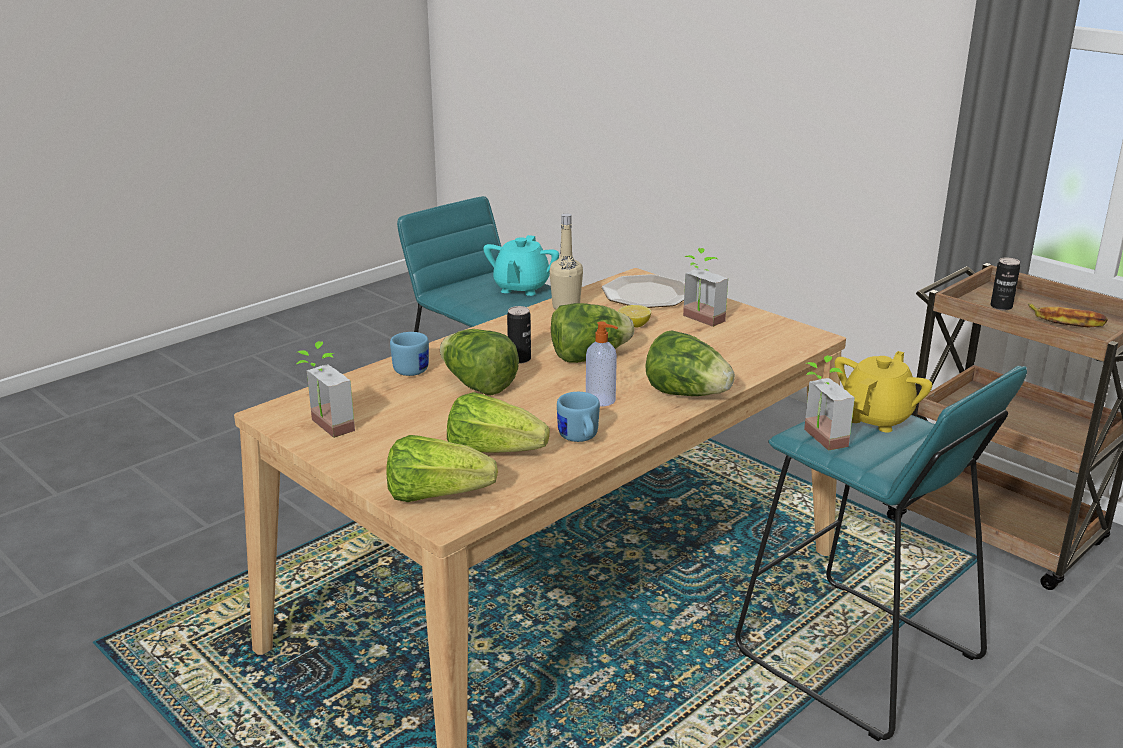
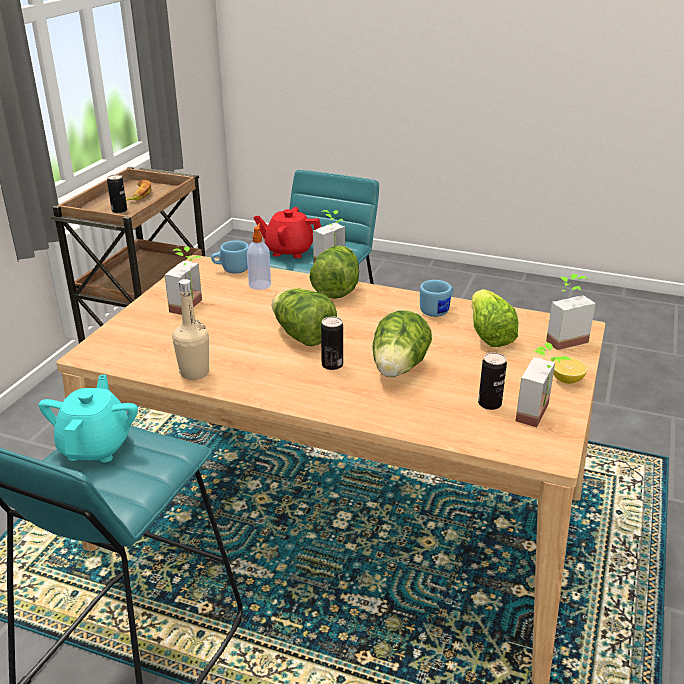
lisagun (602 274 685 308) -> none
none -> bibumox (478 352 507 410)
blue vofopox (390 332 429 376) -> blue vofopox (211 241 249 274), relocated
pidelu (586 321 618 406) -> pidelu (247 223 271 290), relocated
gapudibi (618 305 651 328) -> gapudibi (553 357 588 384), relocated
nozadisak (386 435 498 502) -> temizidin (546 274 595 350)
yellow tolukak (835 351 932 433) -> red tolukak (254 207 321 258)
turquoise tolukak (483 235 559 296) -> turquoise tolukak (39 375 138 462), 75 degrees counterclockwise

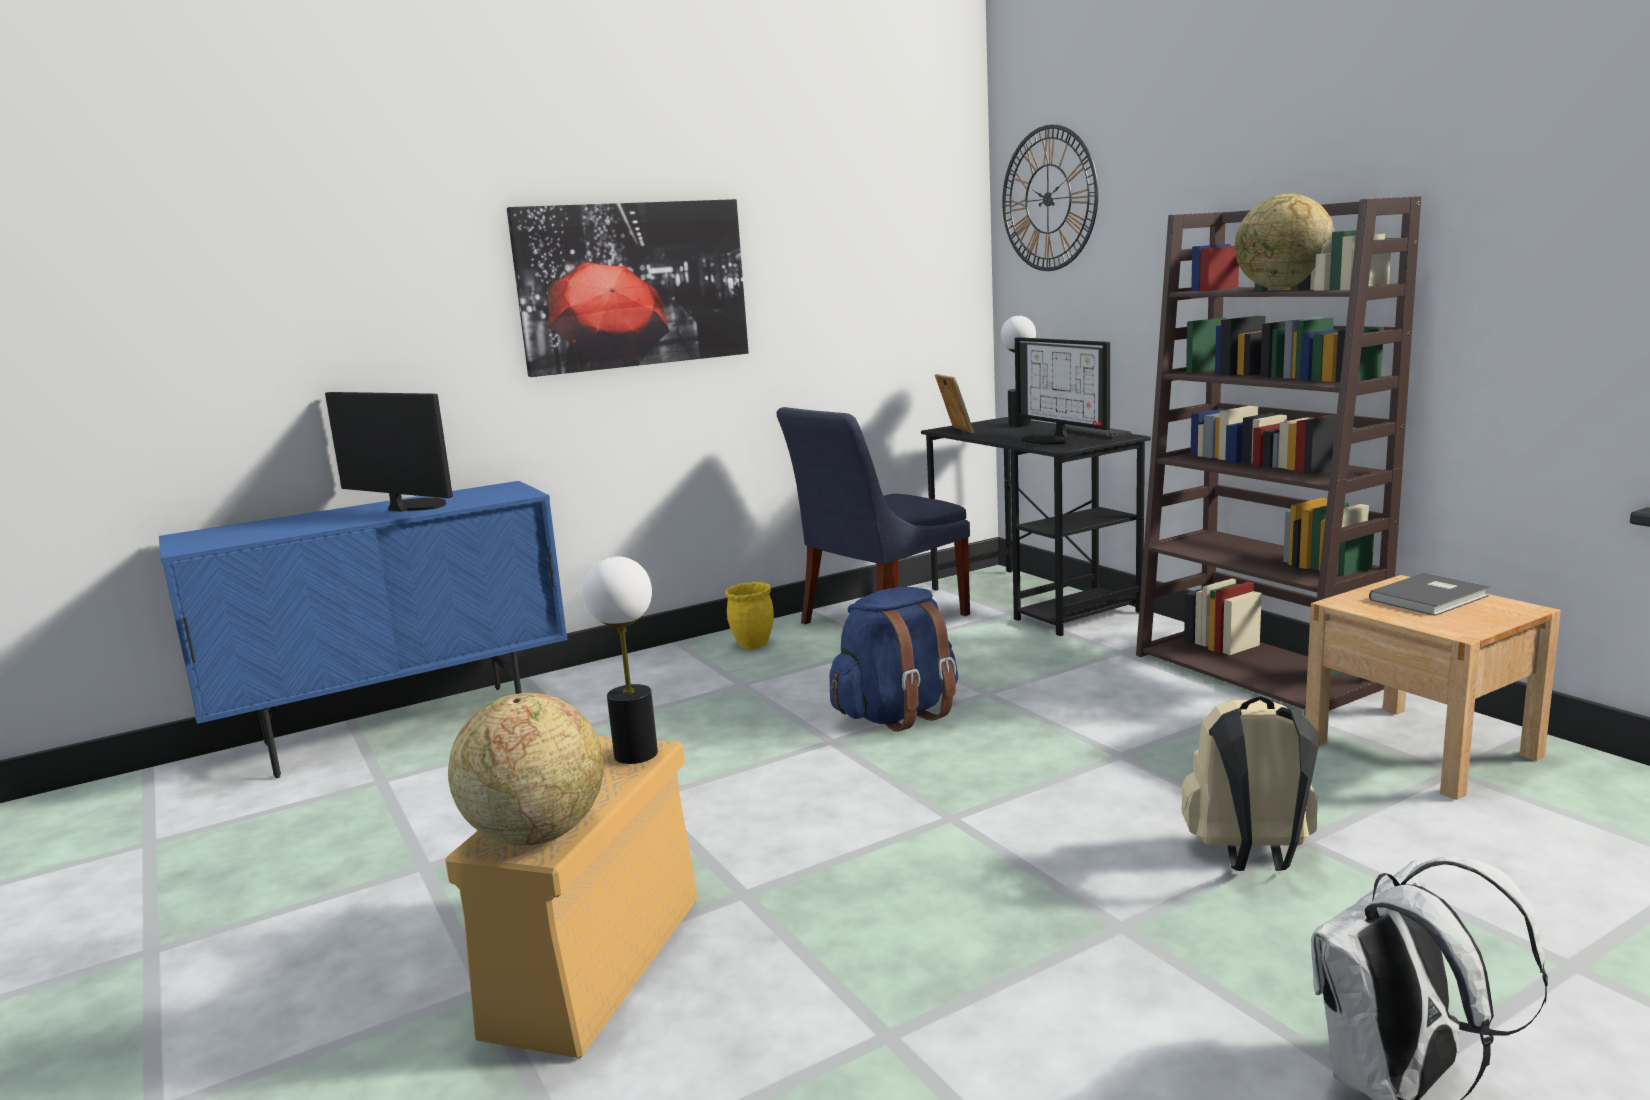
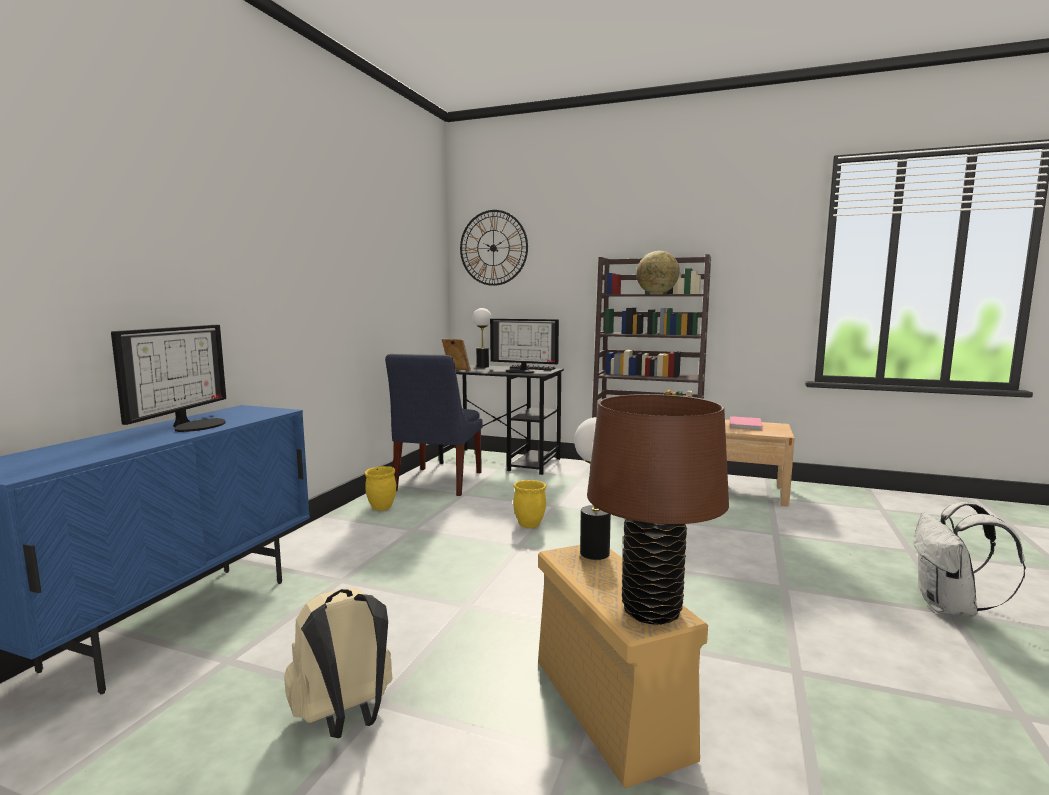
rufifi (507 199 749 377) -> none
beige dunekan (1182 696 1318 871) -> beige dunekan (284 588 392 738), relocated
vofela (448 693 604 846) -> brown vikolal (587 394 729 625)
blue dunekan (830 587 958 732) -> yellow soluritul (513 480 547 528)
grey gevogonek (1369 573 1490 616) -> pink gevogonek (730 416 763 431)
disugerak (325 392 453 512) -> disugerak (111 325 226 432), 105 degrees clockwise

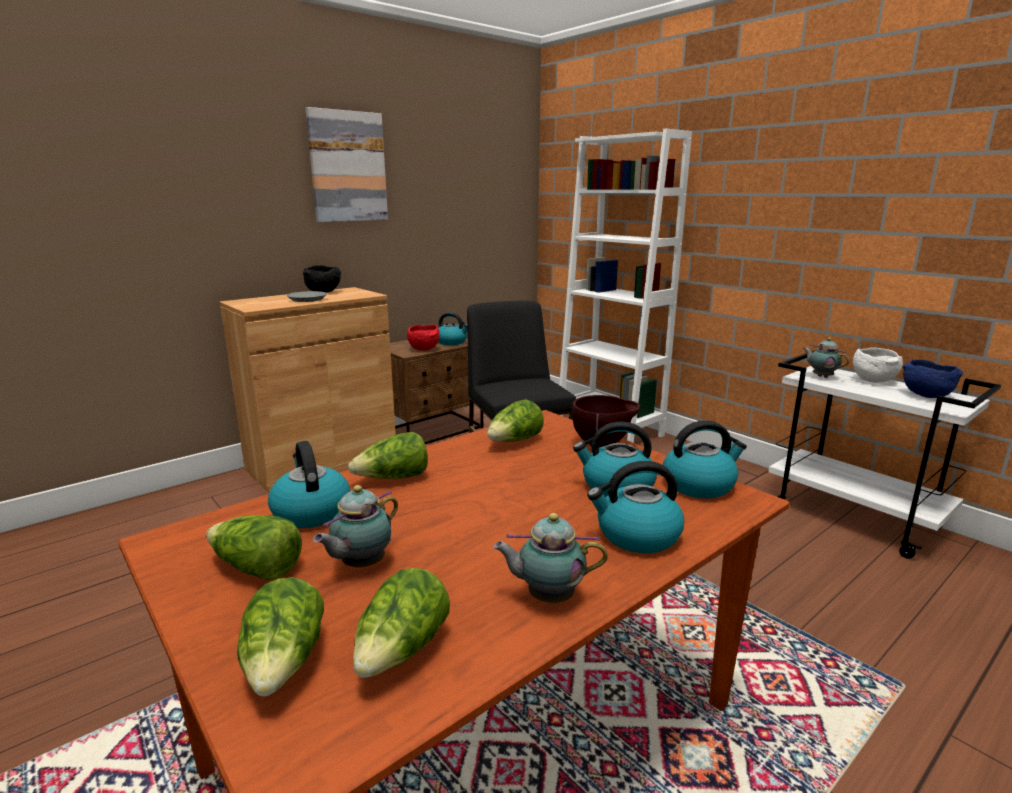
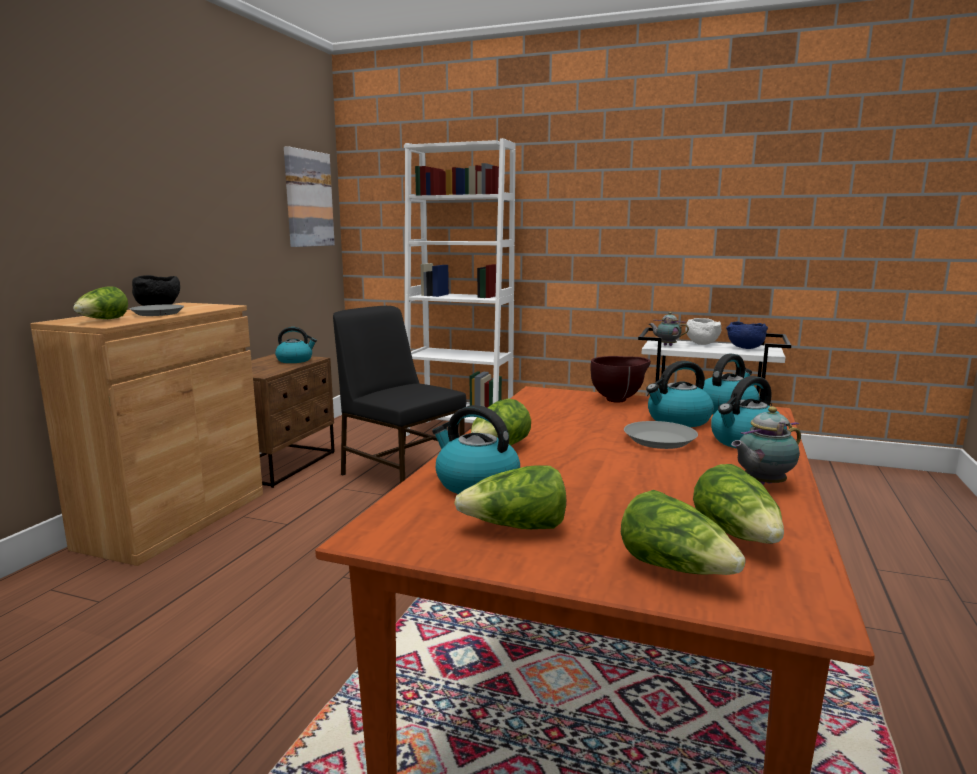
tolukak (313 485 398 568) -> none
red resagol (407 325 440 351) -> none
none -> grey lisagun (624 421 698 449)
rufifi (306 107 388 222) -> rufifi (284 146 335 247), relocated
nozadisak (487 399 544 442) -> nozadisak (73 286 128 319), relocated

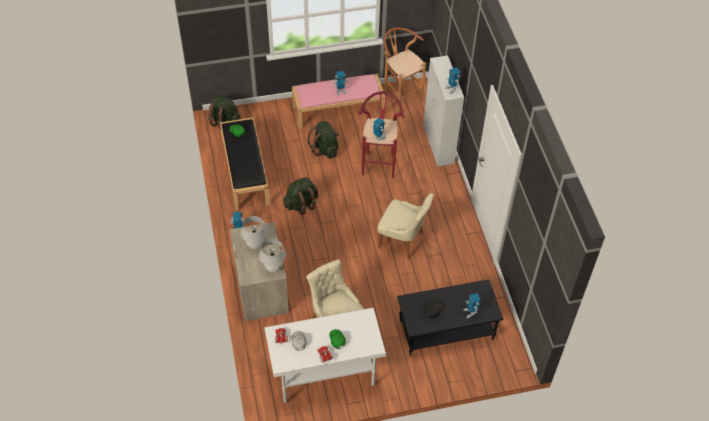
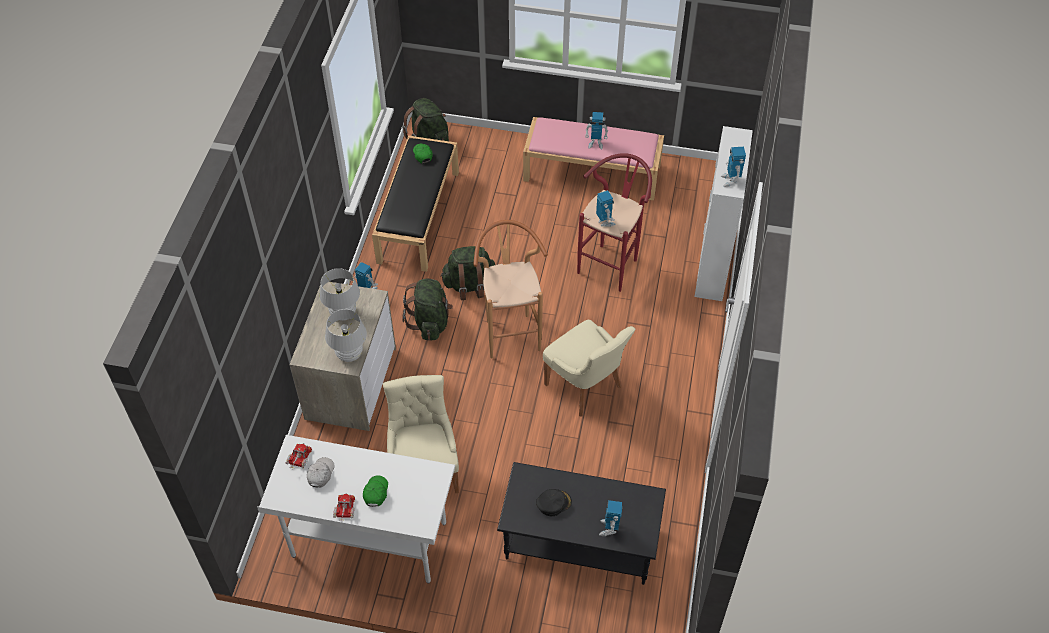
green dunekan (307 121 339 159) -> green dunekan (402 278 453 341), relocated
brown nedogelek (383 27 426 113) -> brown nedogelek (473 220 548 359), relocated

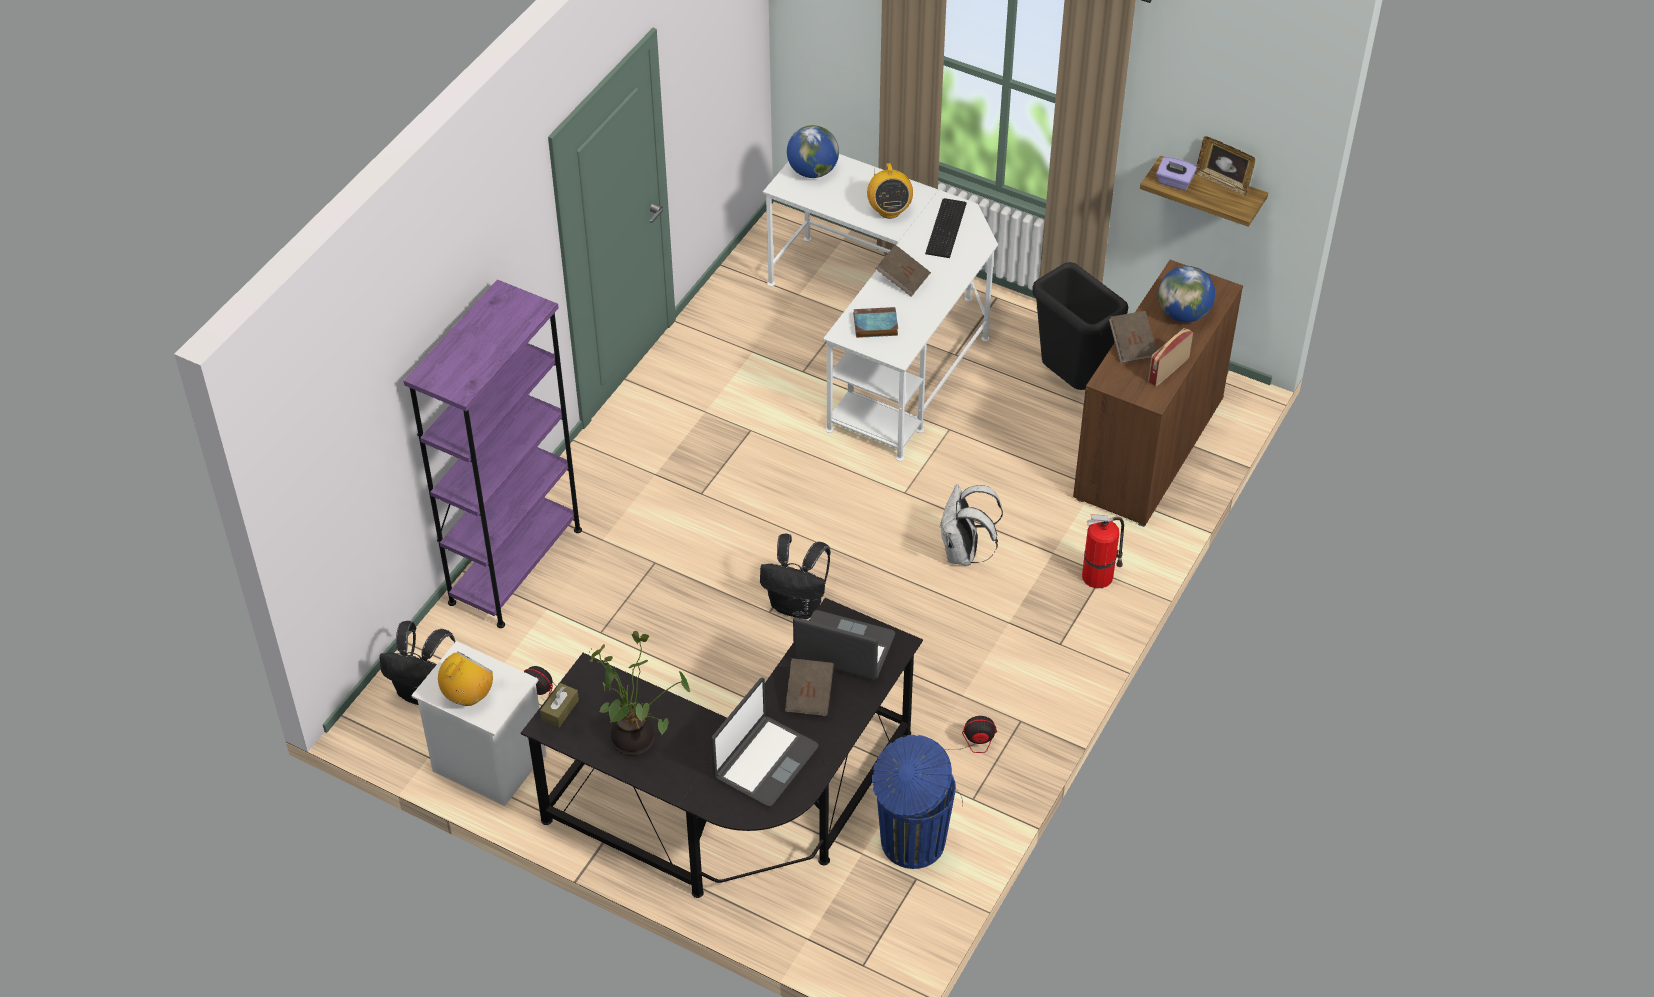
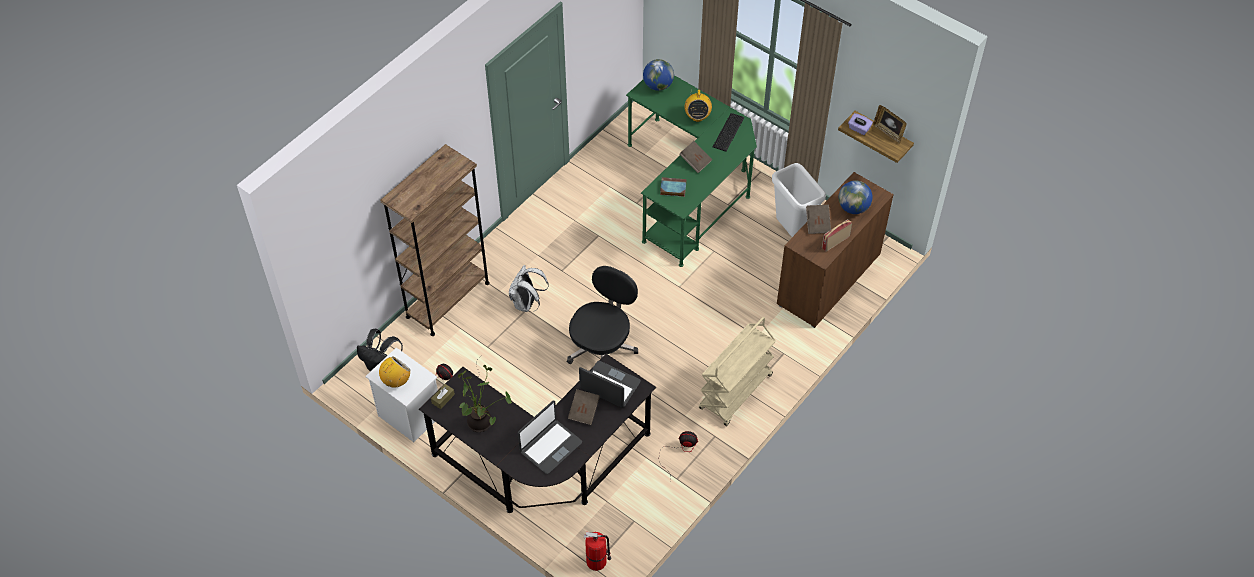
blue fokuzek (872 735 956 869) -> none
none -> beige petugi (699 317 776 426)
white dunekan (940 484 1003 566) -> white dunekan (509 265 549 312), relocated
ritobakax (1082 514 1124 588) -> ritobakax (584 532 611 571), relocated
black dunekan (760 534 831 619) -> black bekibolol (567 266 638 364)
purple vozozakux (404 280 582 628) -> brown vozozakux (380 144 490 336)
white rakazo (763 154 998 461) -> green rakazo (626 75 757 267)
black fokuzek (1032 262 1128 390) -> white fokuzek (772 163 826 237)

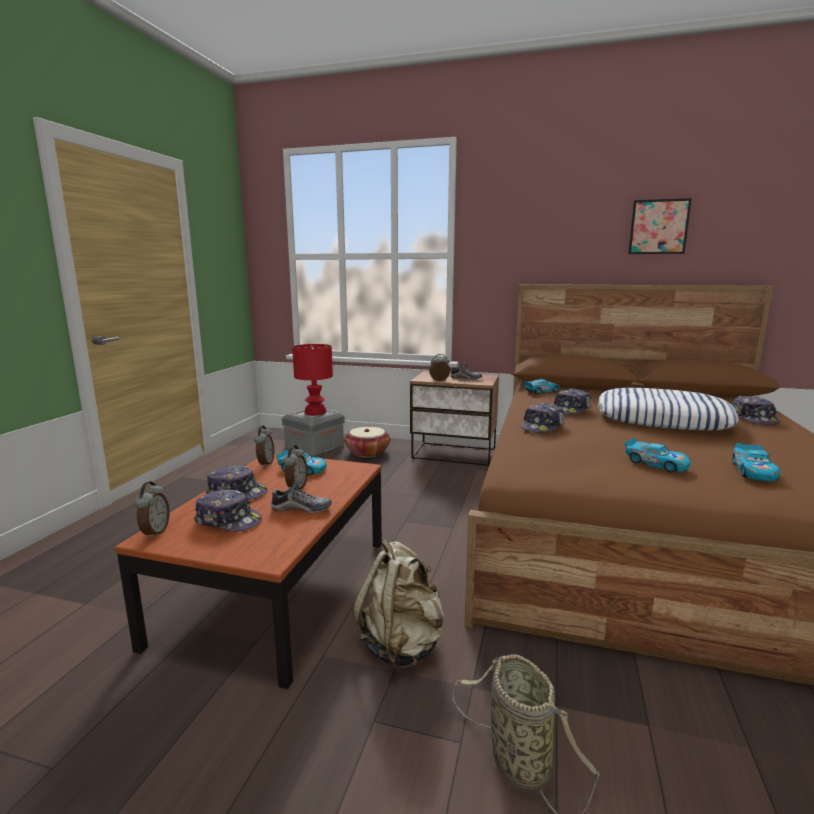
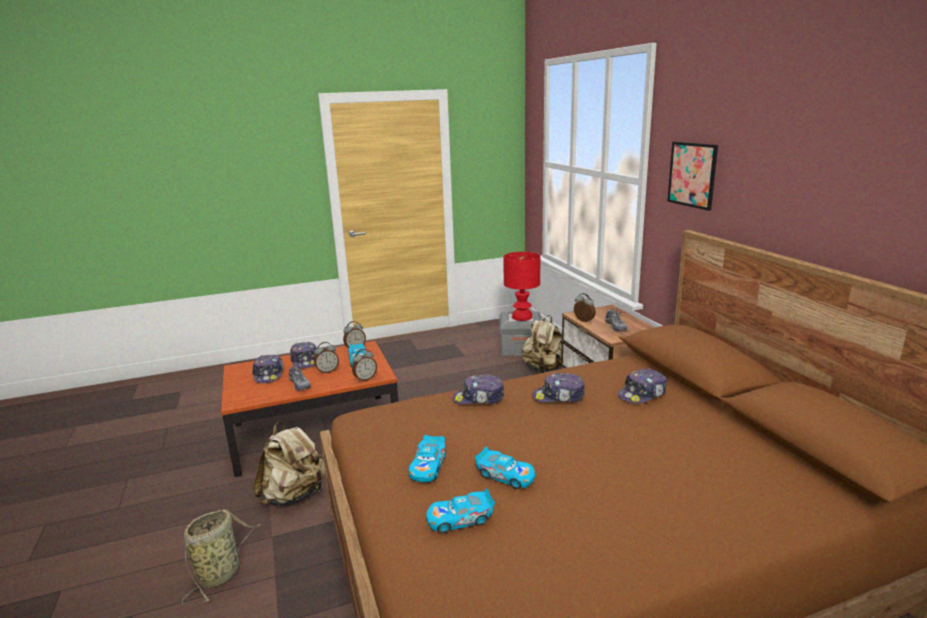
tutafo (598 388 739 431) -> none
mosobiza (134 481 169 539) -> mosobiza (352 349 377 382), relocated
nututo (523 379 560 394) -> nututo (475 447 536 489), relocated
rufifi (628 198 692 254) -> rufifi (667 142 718 211), relocated
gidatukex (732 396 780 425) -> gidatukex (618 369 667 404), relocated
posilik (345 427 390 458) -> beige dunekan (522 315 562 373)

